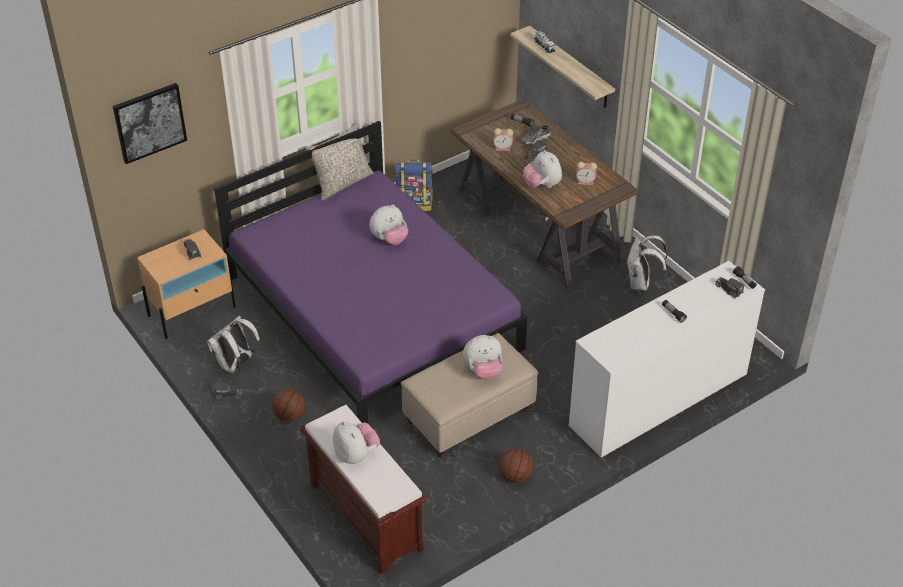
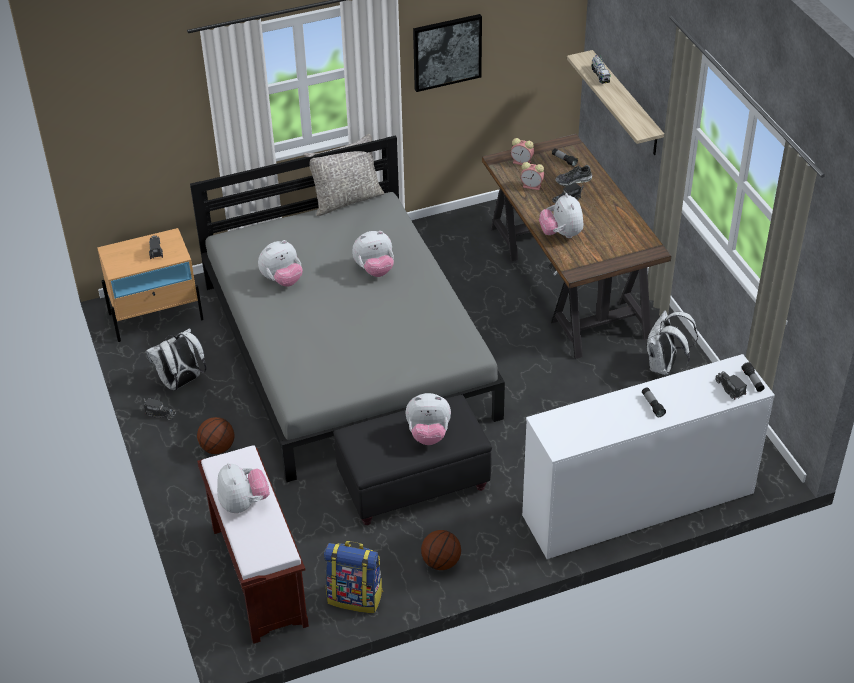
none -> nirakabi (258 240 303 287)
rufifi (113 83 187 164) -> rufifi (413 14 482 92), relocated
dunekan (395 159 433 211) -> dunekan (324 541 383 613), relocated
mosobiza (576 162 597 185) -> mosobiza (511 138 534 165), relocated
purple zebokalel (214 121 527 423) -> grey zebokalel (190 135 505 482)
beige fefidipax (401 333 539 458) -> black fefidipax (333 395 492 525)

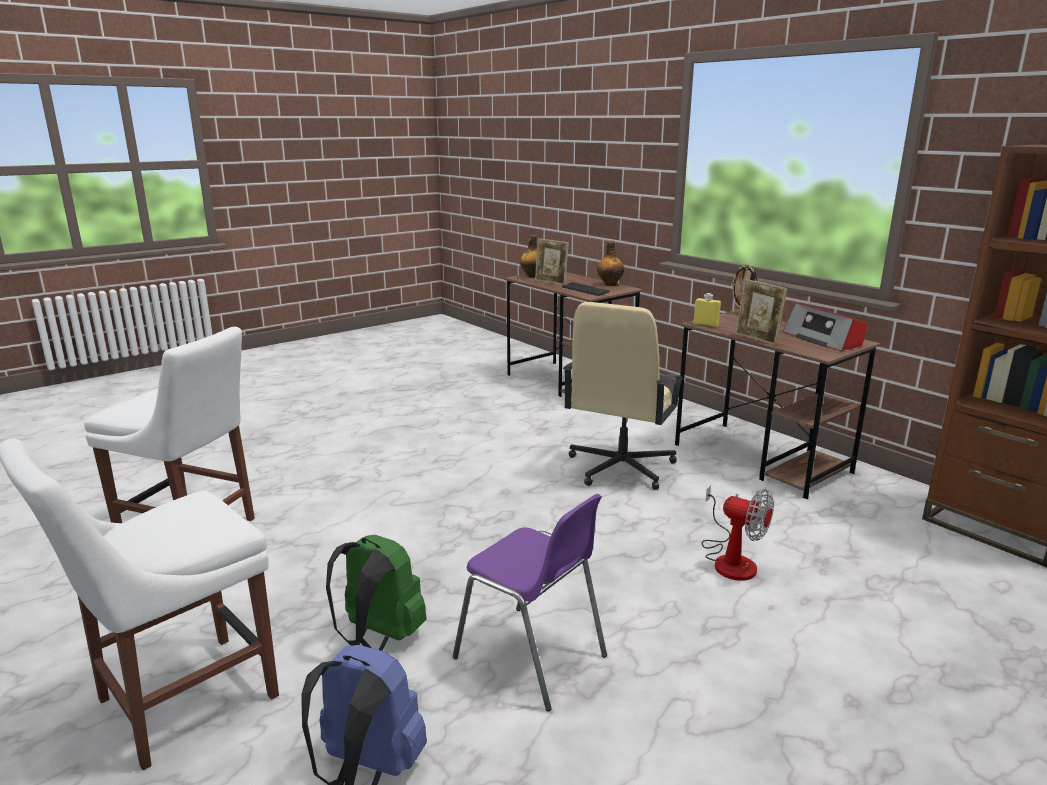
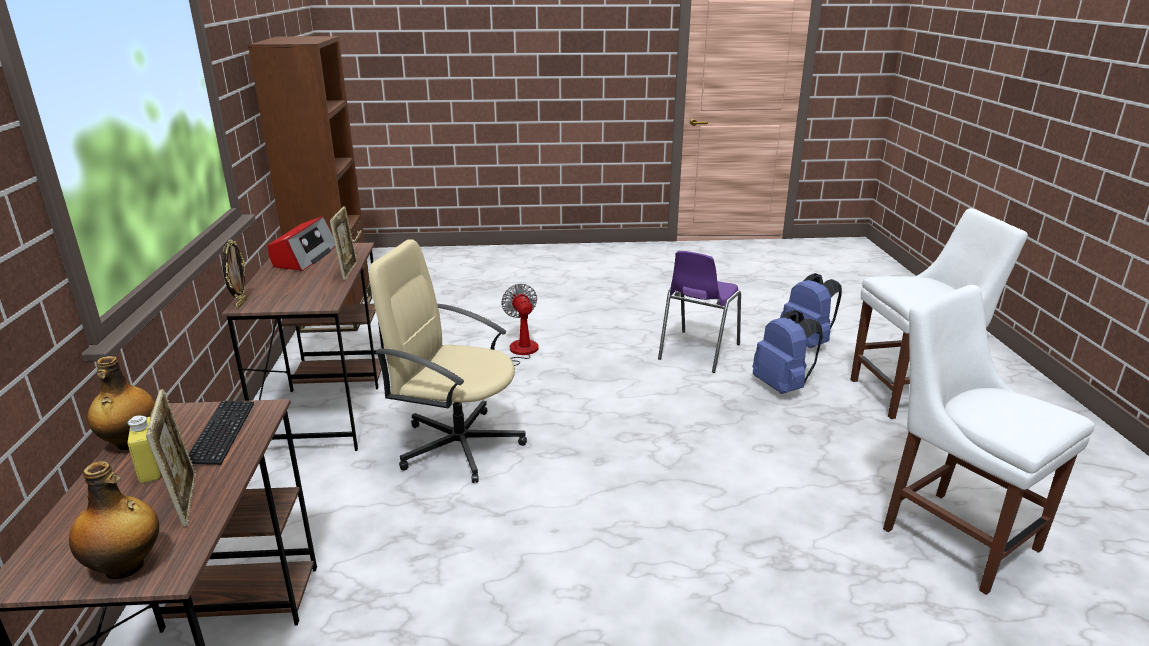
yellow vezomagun (693 293 721 327) -> yellow vezomagun (127 415 161 483), relocated
green dunekan (326 535 427 651) -> blue dunekan (753 310 823 394)
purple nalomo (452 494 607 711) -> purple nalomo (658 251 741 373), 135 degrees counterclockwise
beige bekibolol (563 302 683 490) -> beige bekibolol (369 239 527 483), 135 degrees counterclockwise

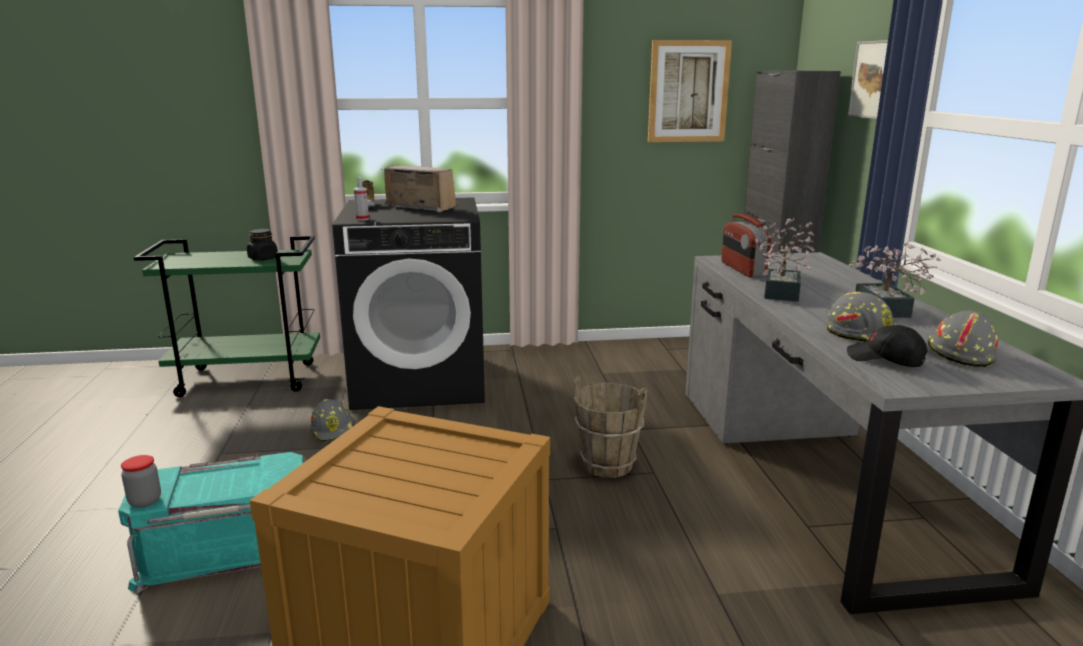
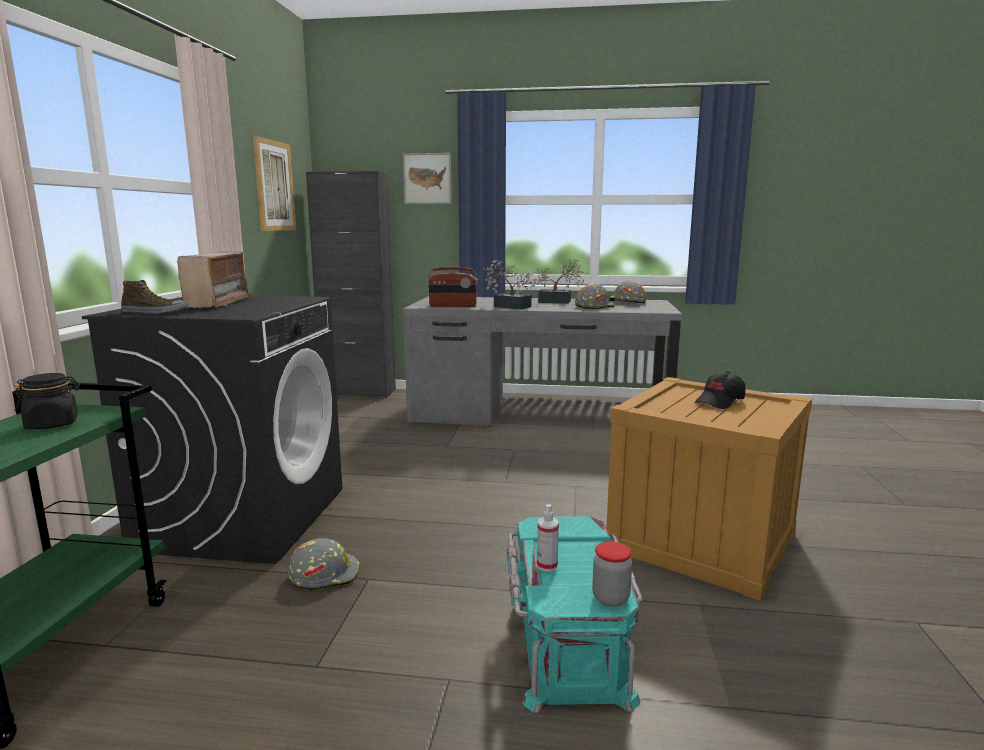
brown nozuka (573 376 647 478) -> none
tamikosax (354 177 369 221) -> tamikosax (537 504 559 571), relocated
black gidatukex (847 325 927 367) -> black gidatukex (694 371 745 409), relocated
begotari (381 165 458 212) -> begotari (177 251 252 308), 135 degrees clockwise

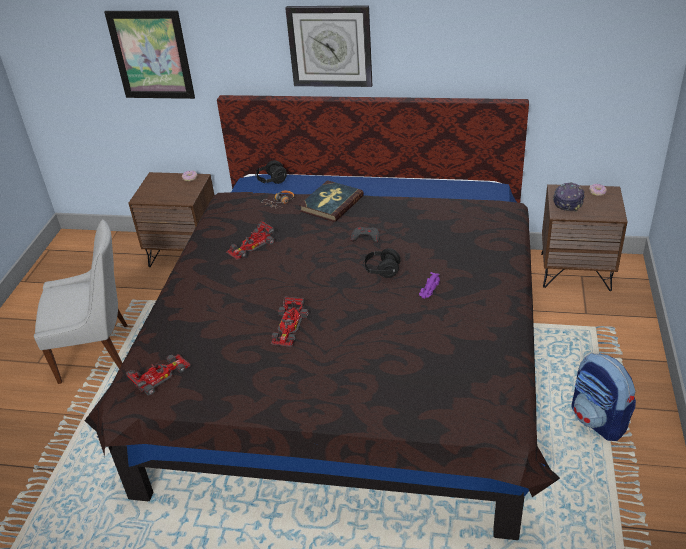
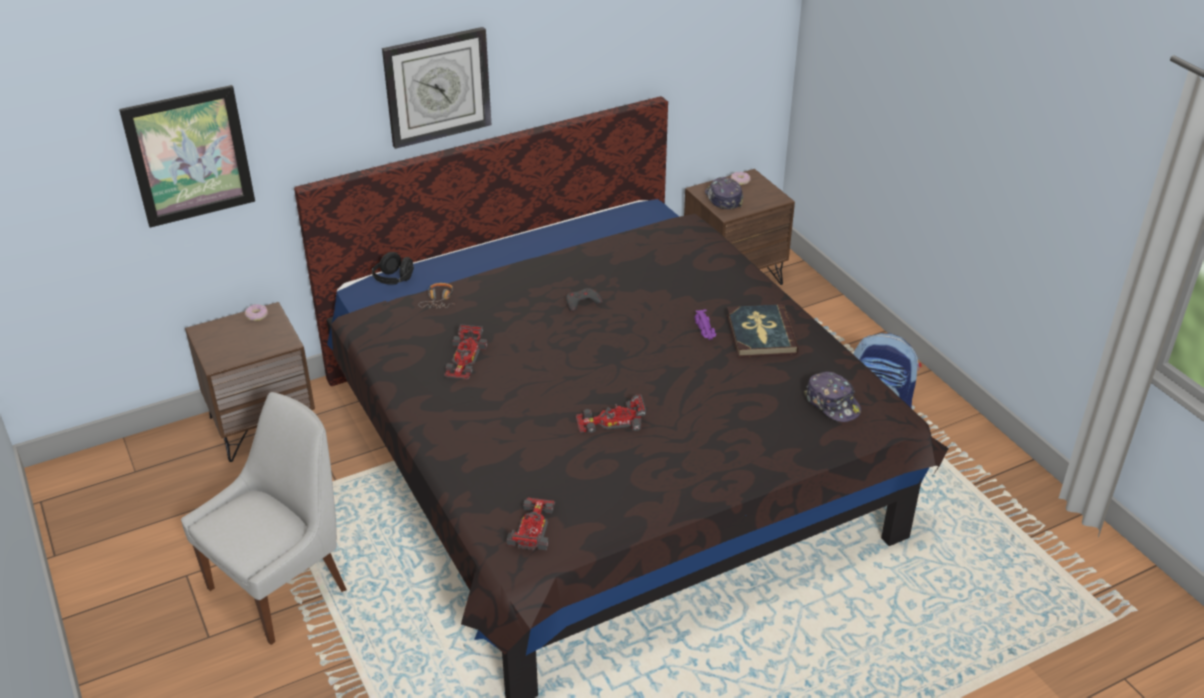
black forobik (363 248 401 278) -> none
none -> gidatukex (804 372 861 422)
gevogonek (299 180 364 222) -> gevogonek (727 304 799 358), relocated
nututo (271 297 309 347) -> nututo (576 394 646 433), 105 degrees clockwise

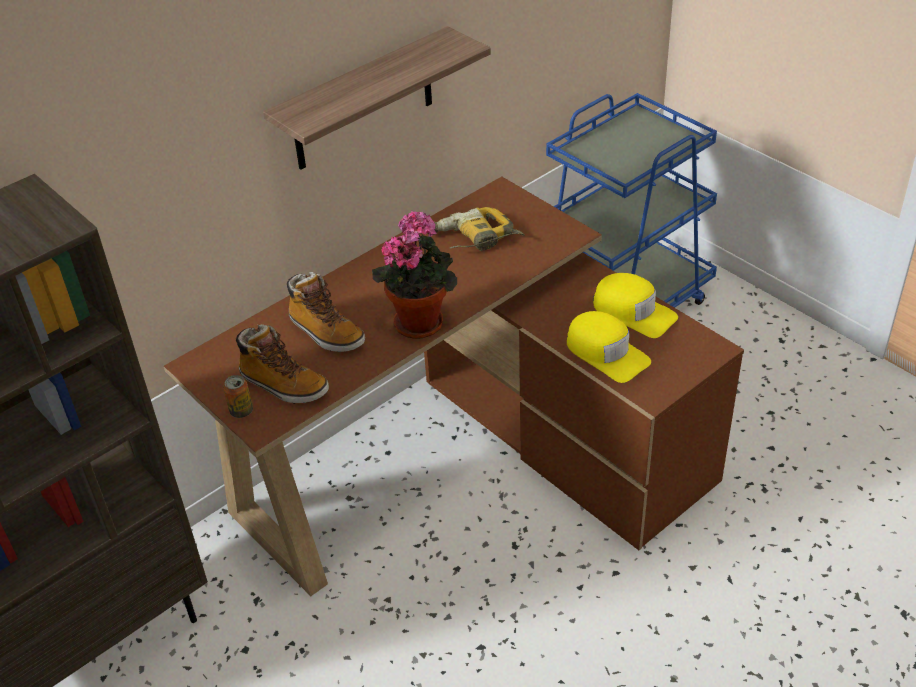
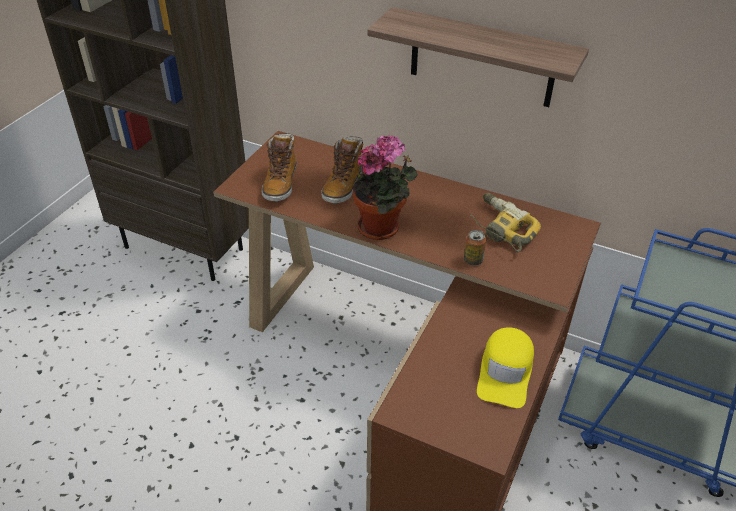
yellow gidatukex (567 311 651 383) -> none
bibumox (223 375 253 418) -> bibumox (464 230 486 266), relocated

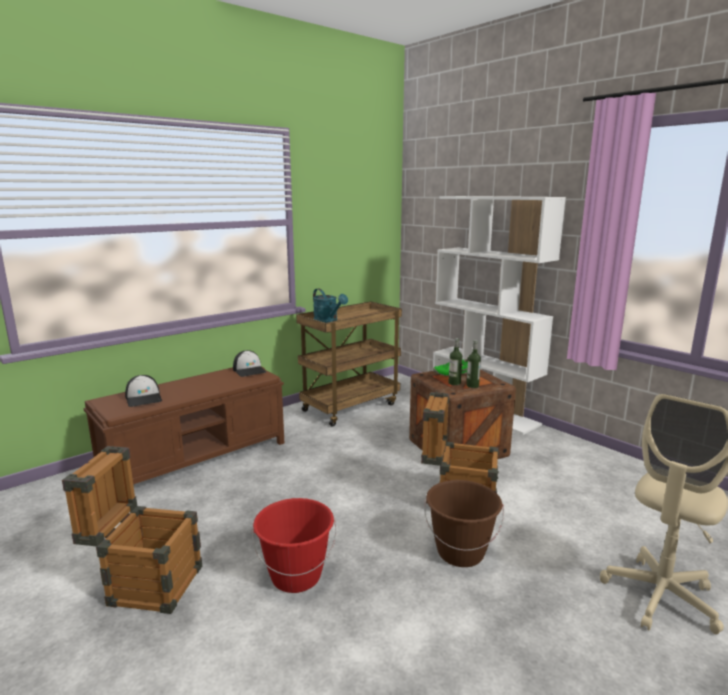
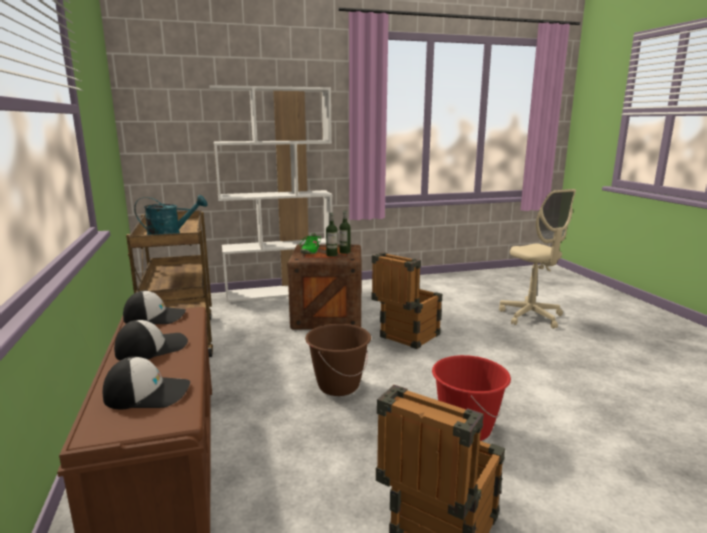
none -> gidatukex (114 320 188 361)
brown nozuka (424 480 504 567) -> brown nozuka (305 324 371 396), relocated

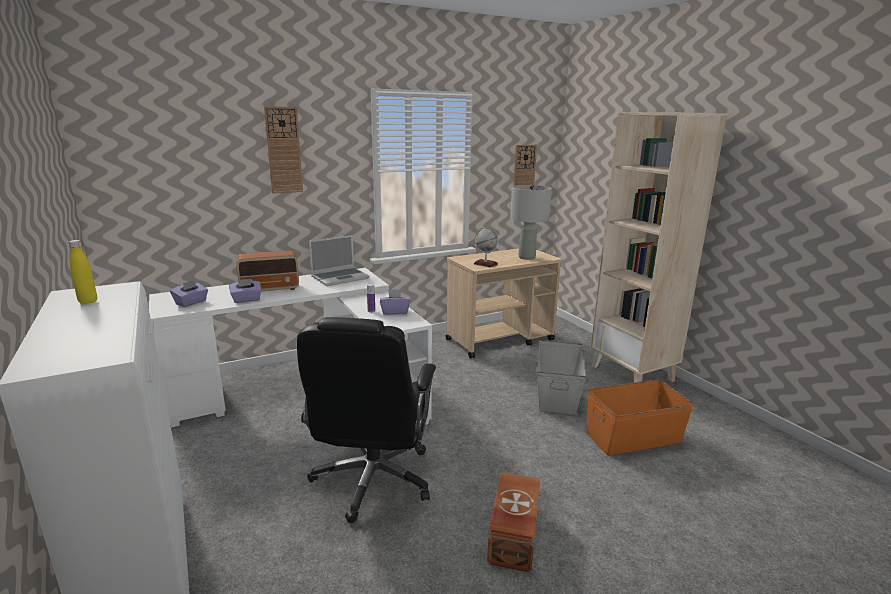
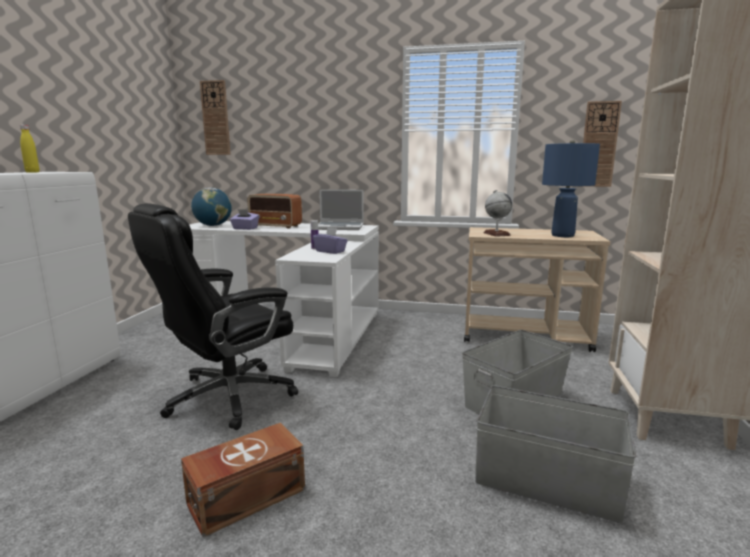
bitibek (264 106 303 194) -> bitibek (200 80 231 155), relocated
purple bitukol (170 280 208 307) -> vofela (191 188 232 226)
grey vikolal (510 184 552 260) -> blue vikolal (542 140 600 237)
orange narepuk (587 379 694 456) -> grey narepuk (475 385 636 523)

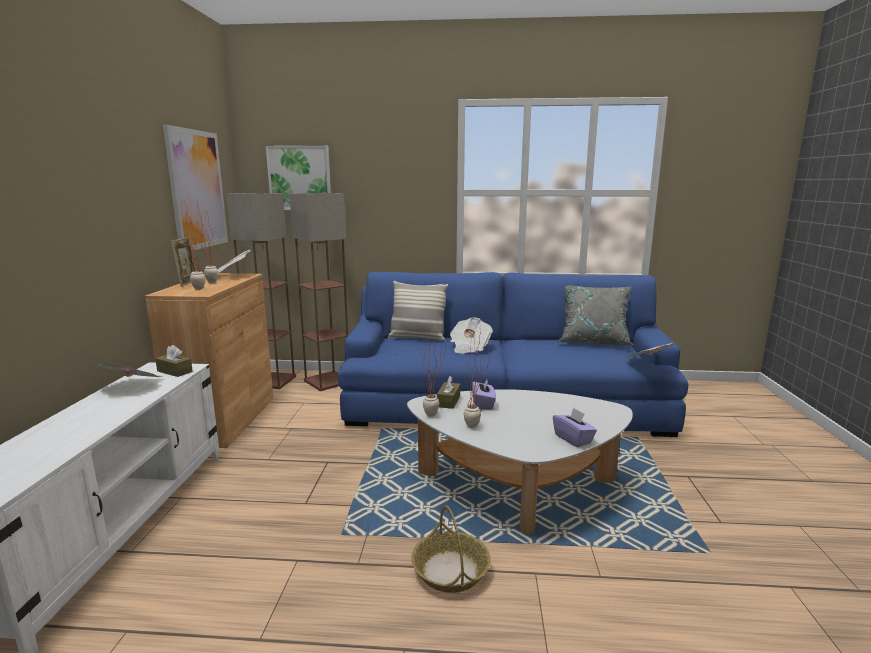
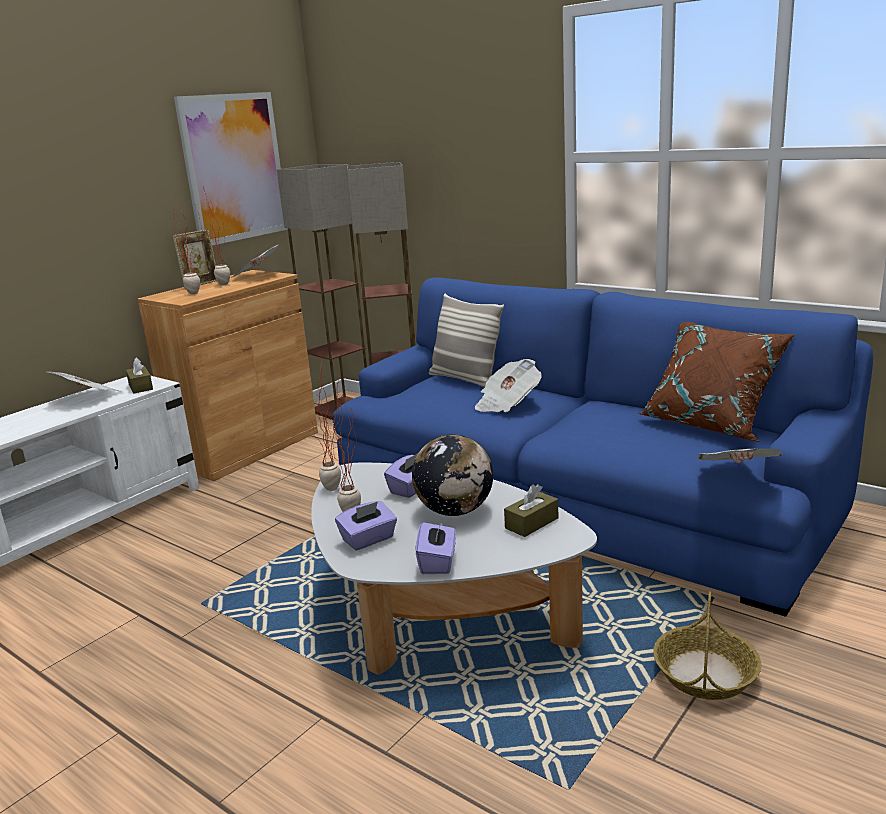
rufifi (266 146 331 210) -> none
none -> purple bitukol (335 501 397 551)
none -> vofela (412 434 493 516)
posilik (411 505 491 593) -> posilik (653 591 761 700), relocated
brown bitukol (437 376 460 409) -> brown bitukol (504 484 558 537), relocated
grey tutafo (558 285 636 346) -> brown tutafo (638 322 796 442)

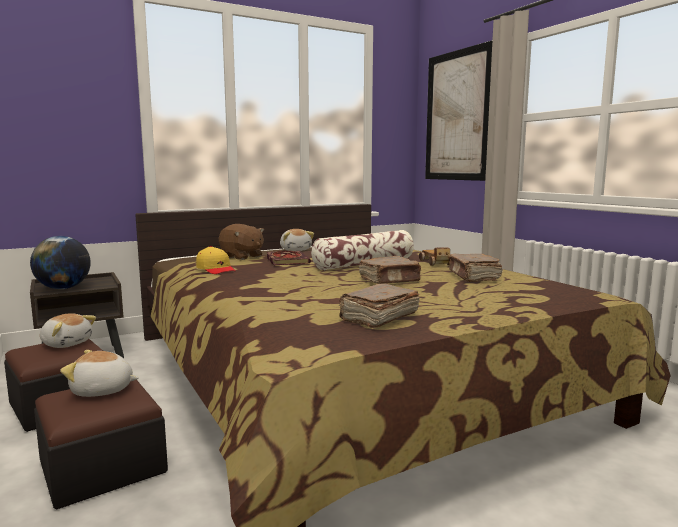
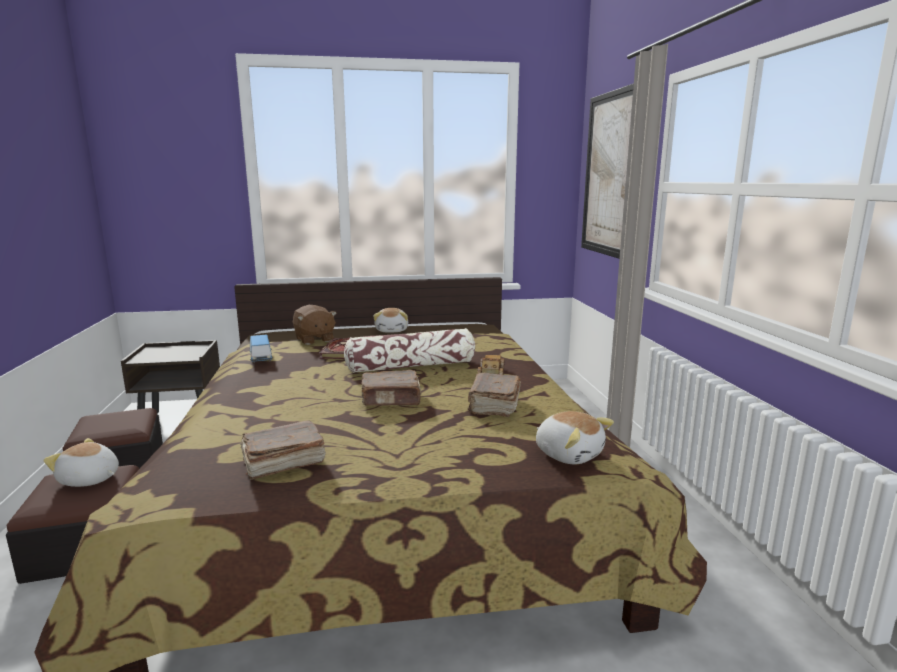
vofela (30 236 91 289) -> none
nirakabi (40 313 96 348) -> nirakabi (536 411 614 464), relocated
yellow gidatukex (196 246 236 274) -> nututo (250 335 273 363)

